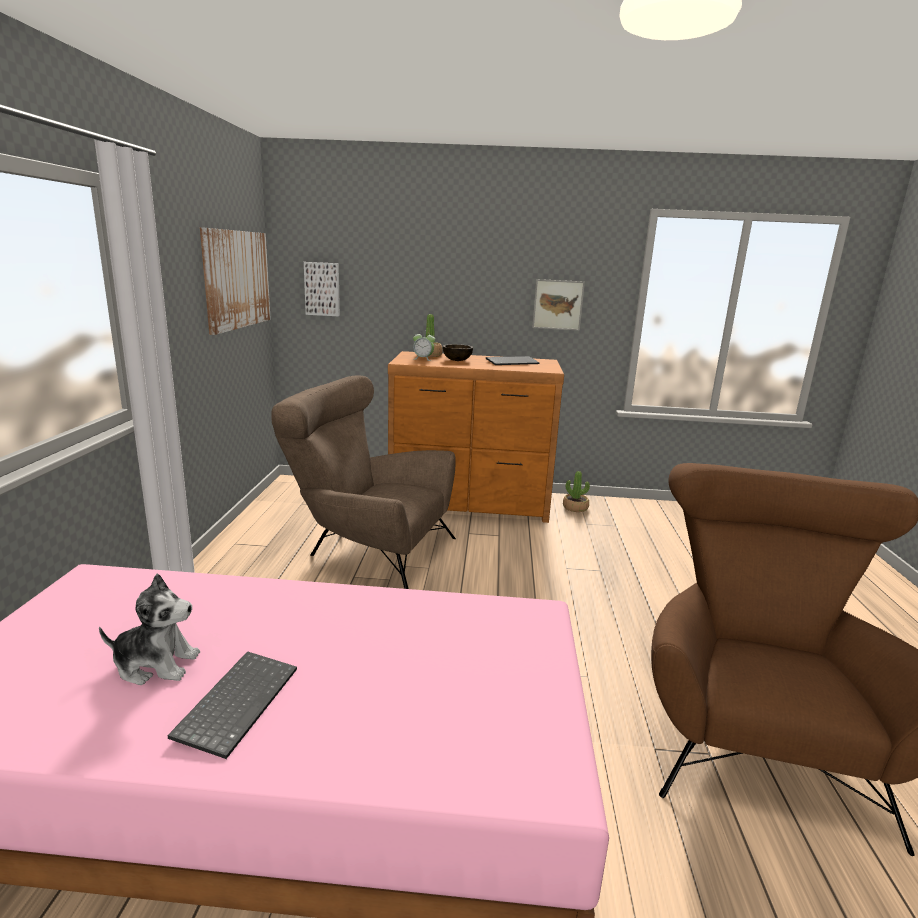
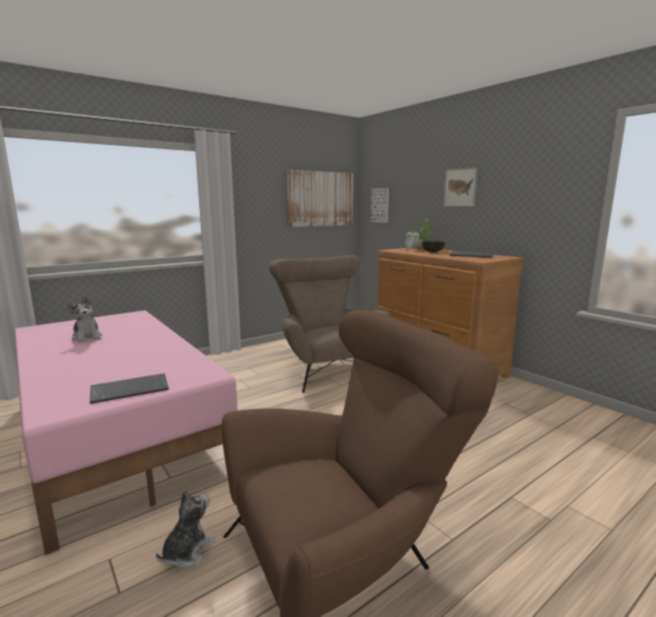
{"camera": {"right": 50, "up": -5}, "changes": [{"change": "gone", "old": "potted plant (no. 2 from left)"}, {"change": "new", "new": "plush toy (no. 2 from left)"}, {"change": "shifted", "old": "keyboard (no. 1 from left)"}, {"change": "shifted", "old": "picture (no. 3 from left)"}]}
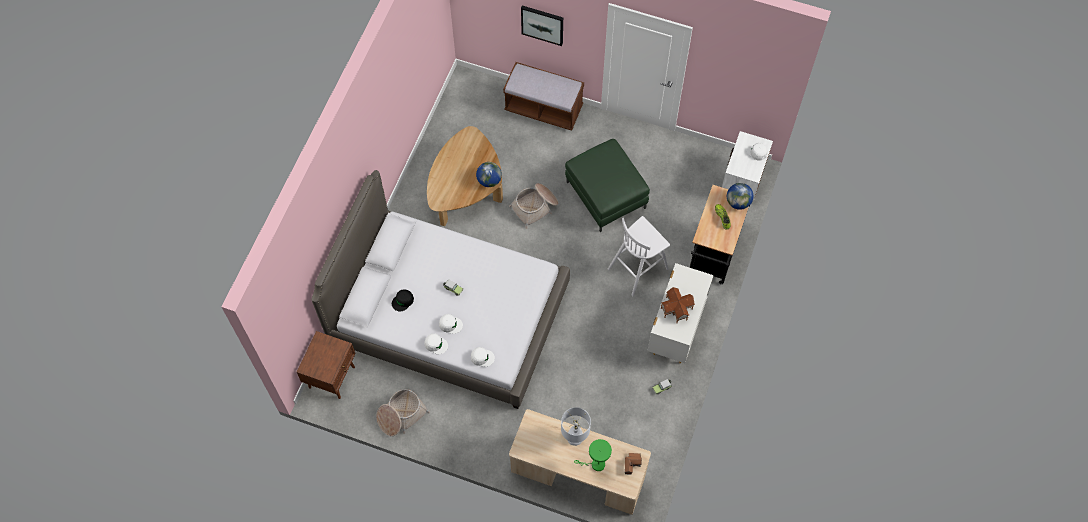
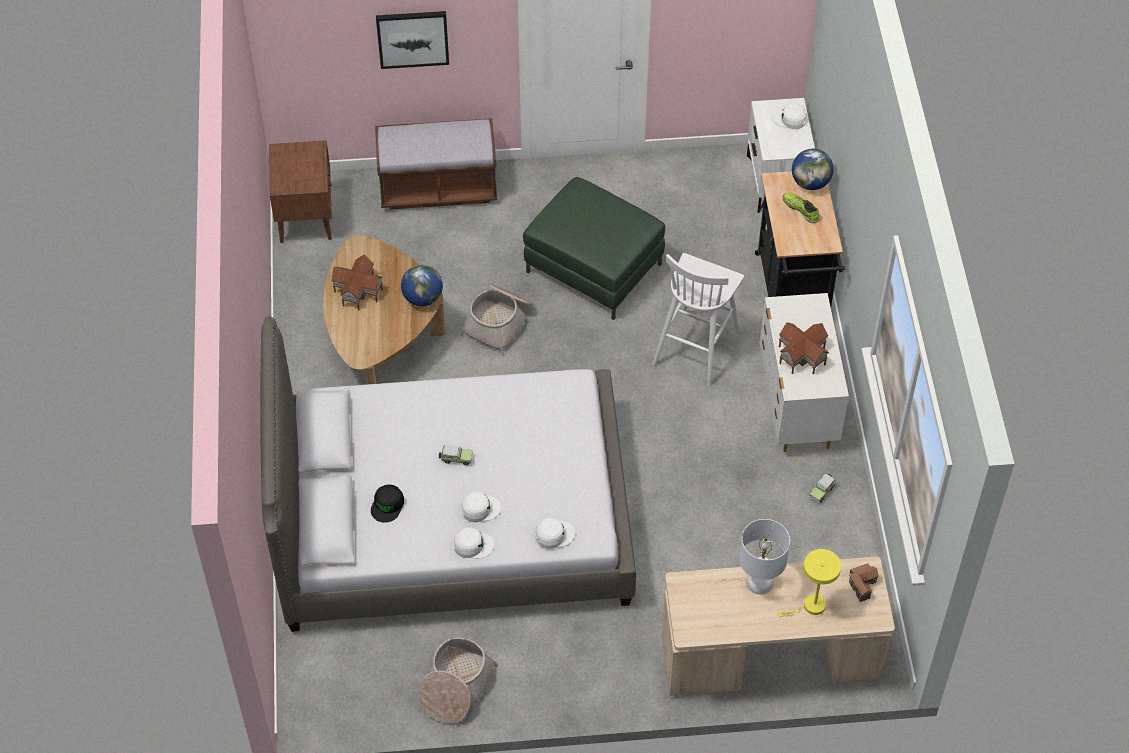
{"camera": {"right": -25, "up": -10}, "changes": [{"change": "new", "new": "toy house (no. 1 from left)"}, {"change": "shifted", "old": "brown nightstand"}, {"change": "repainted", "old": "green table lamp", "new": "yellow table lamp"}]}
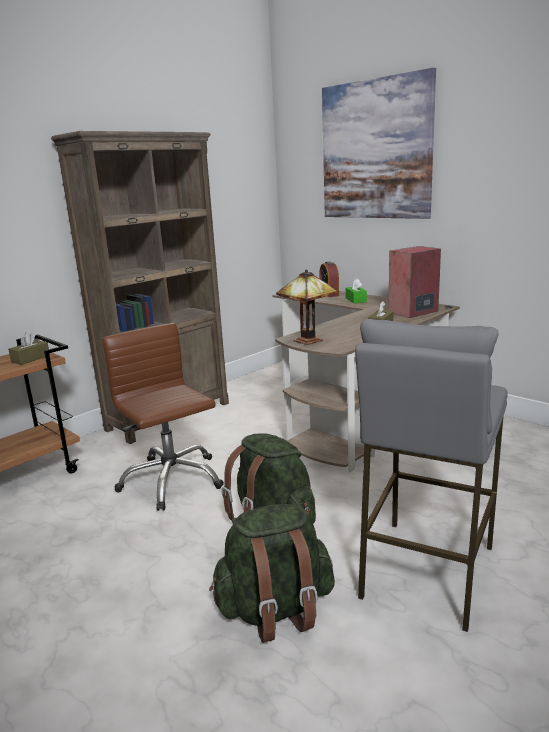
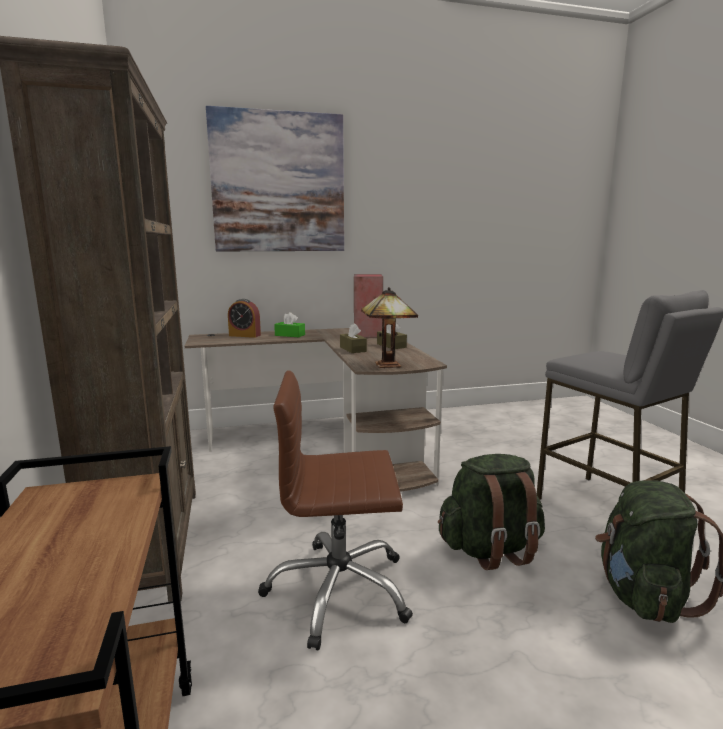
{"camera": {"right": -60, "up": -5}, "changes": [{"change": "shifted", "old": "brown tissue box (no. 1 from left)"}]}
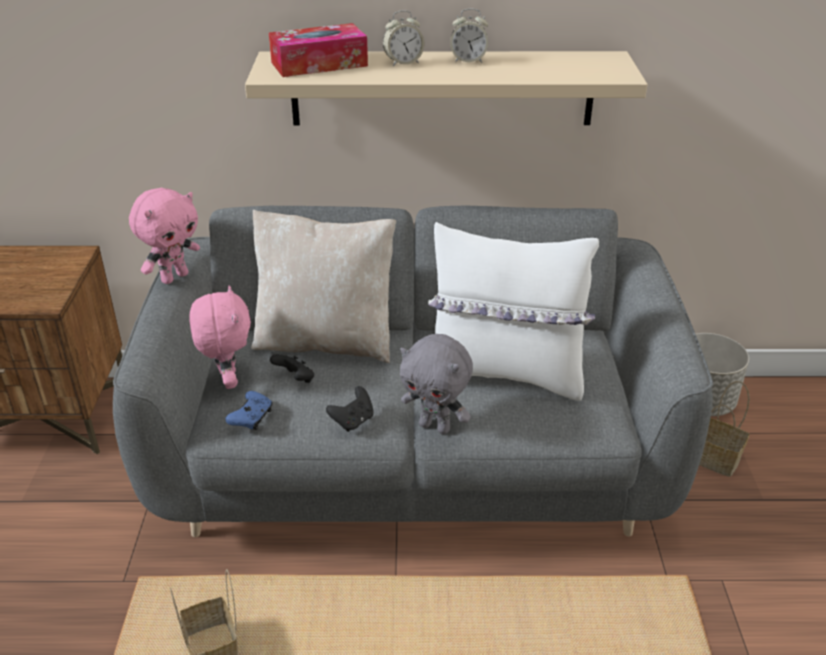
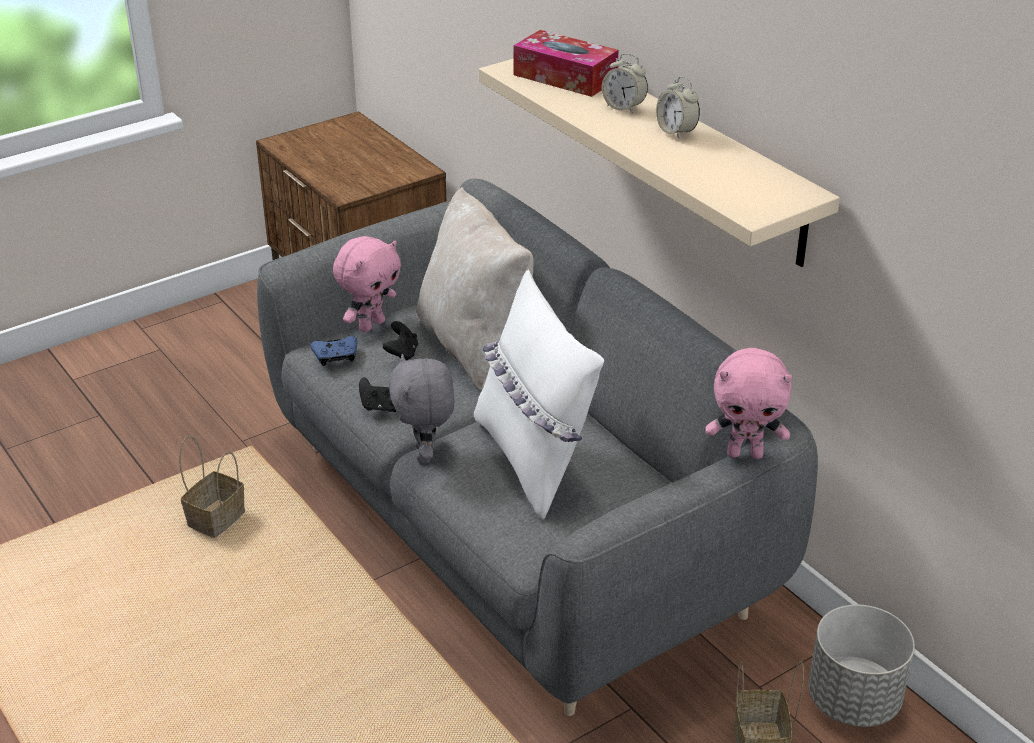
{"camera": {"right": 55, "up": 0}, "changes": [{"change": "shifted", "old": "pink plush toy (no. 1 from left in the first image)", "new": "pink plush toy (no. 2 from left)"}]}
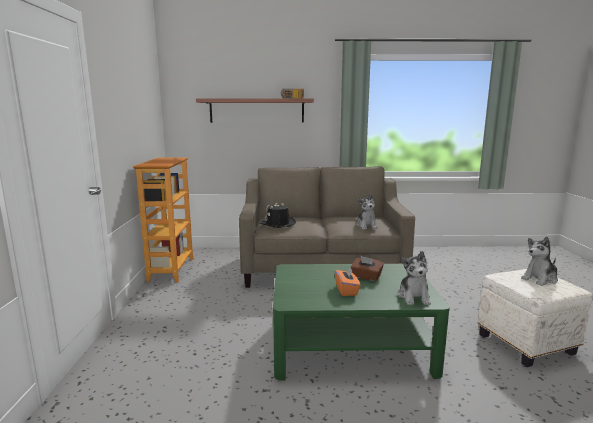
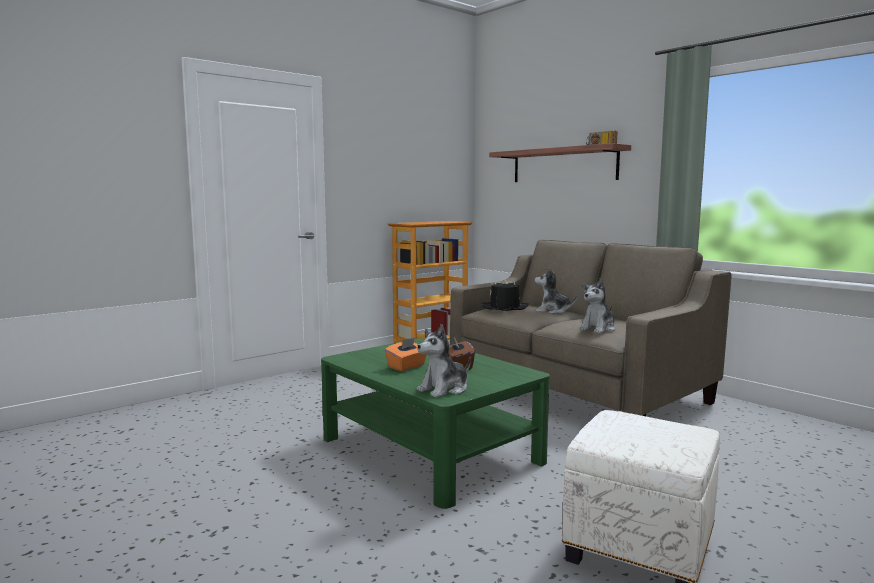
{"camera": {"right": 50, "up": -5}, "changes": [{"change": "shifted", "old": "plush toy (no. 3 from left in the first image)", "new": "plush toy (no. 2 from left)"}]}
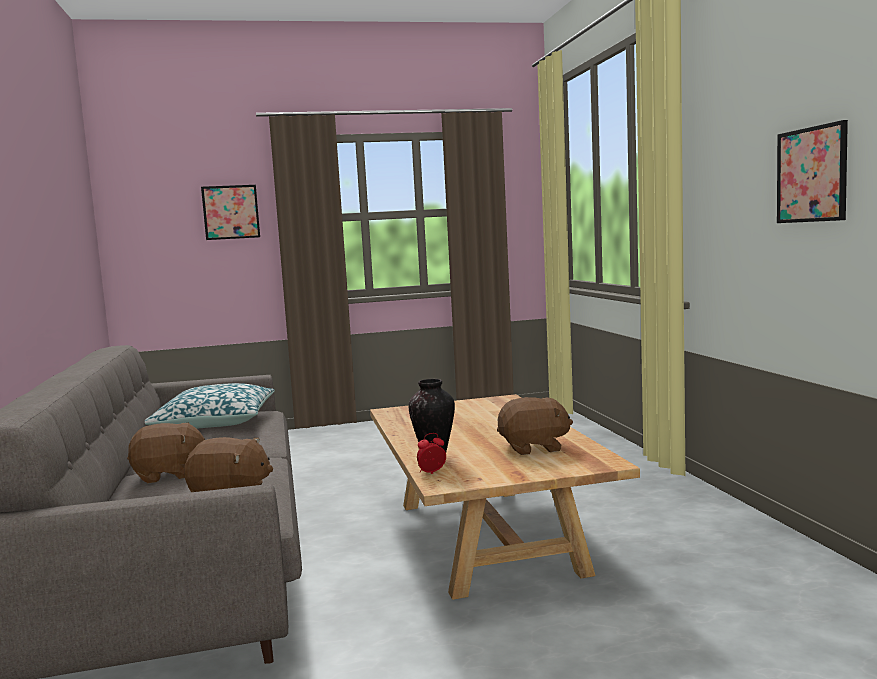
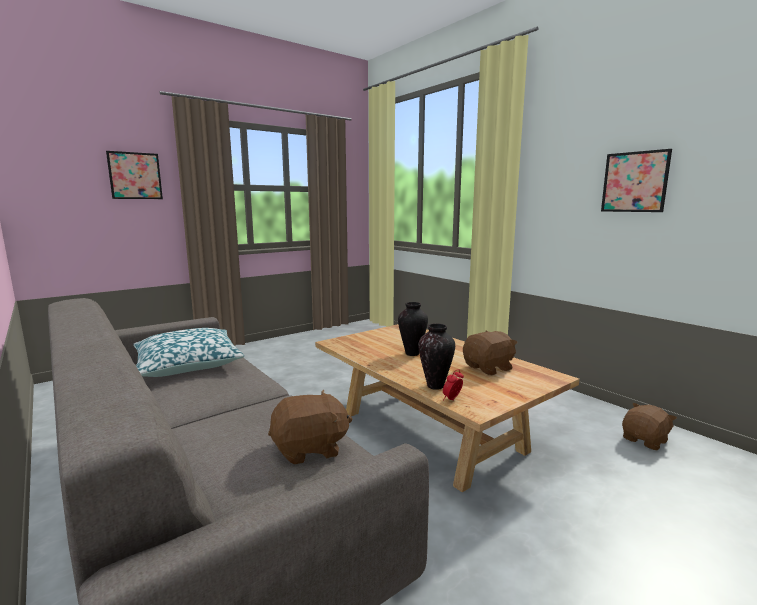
{"camera": {"right": -25, "up": 5}, "changes": [{"change": "new", "new": "vase (no. 1 from left)"}, {"change": "shifted", "old": "brown plush toy (no. 1 from left in the first image)", "new": "brown plush toy (no. 3 from left)"}]}
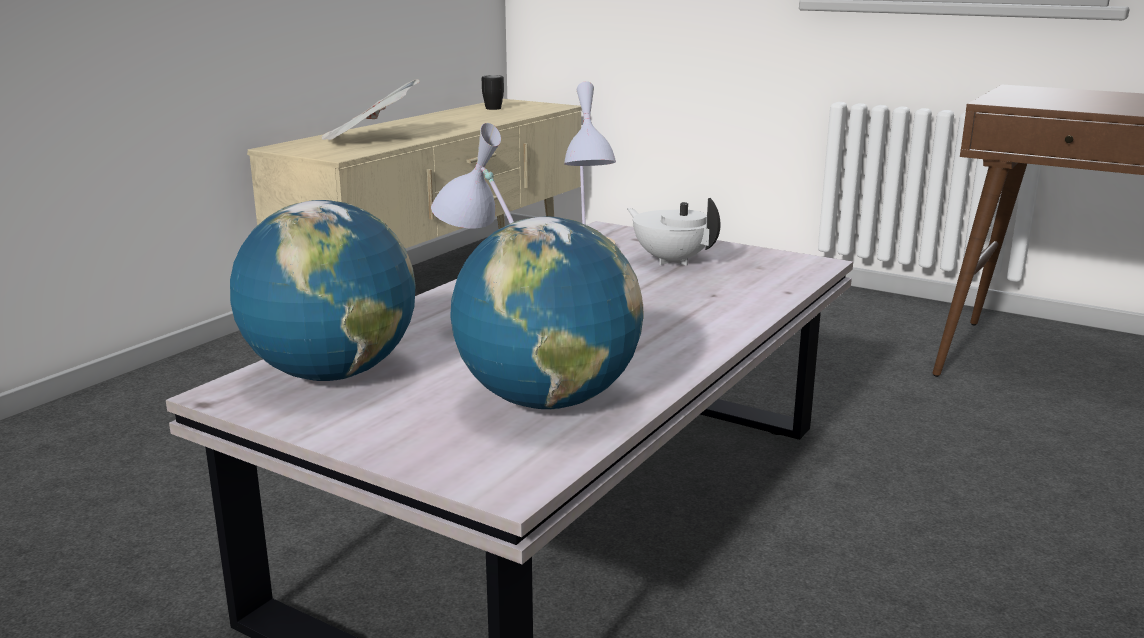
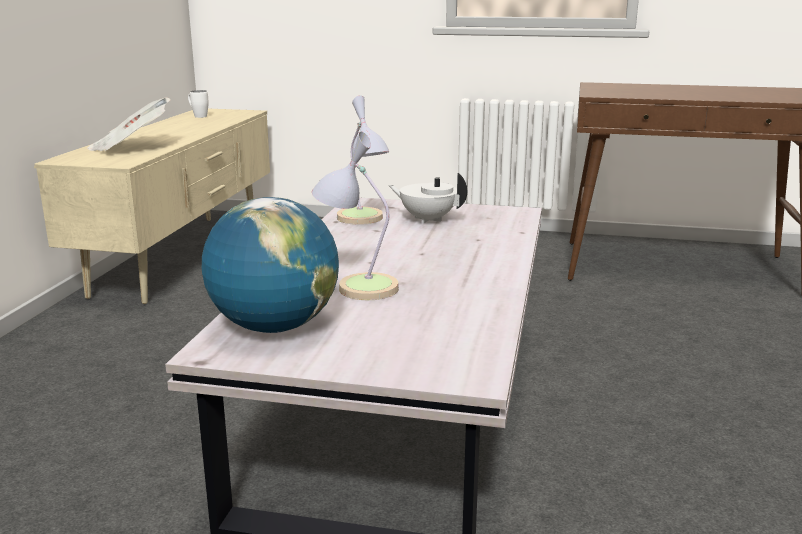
{"camera": {"right": -20, "up": 0}, "changes": [{"change": "gone", "old": "globe (no. 2 from left)"}, {"change": "repainted", "old": "black mug", "new": "white mug"}]}
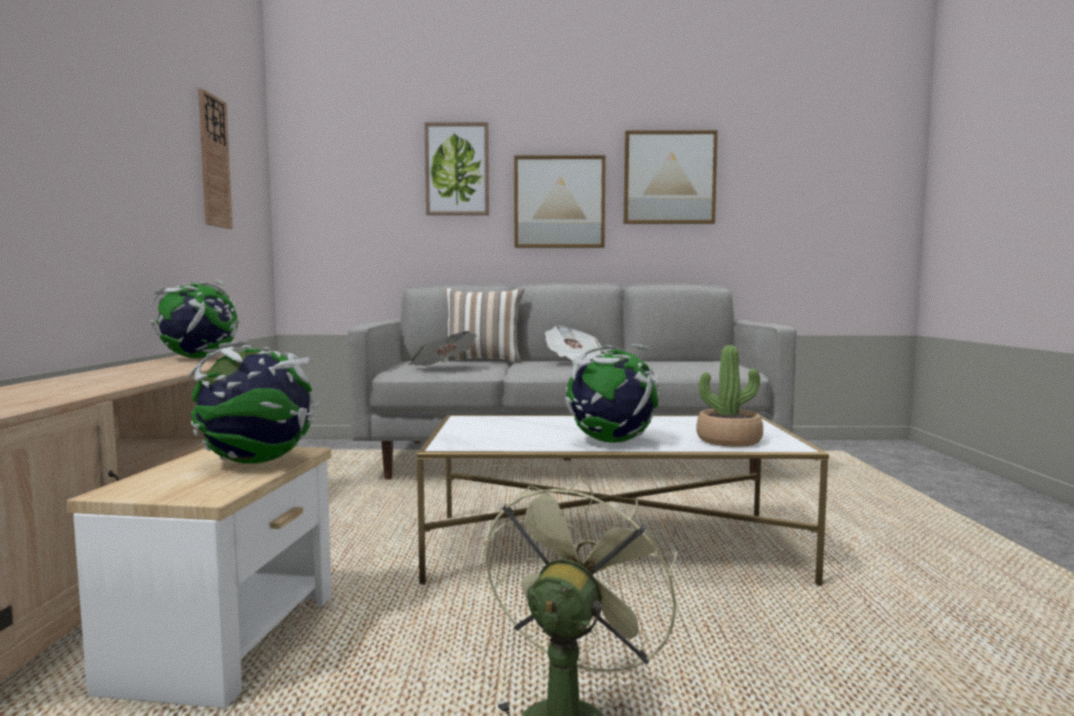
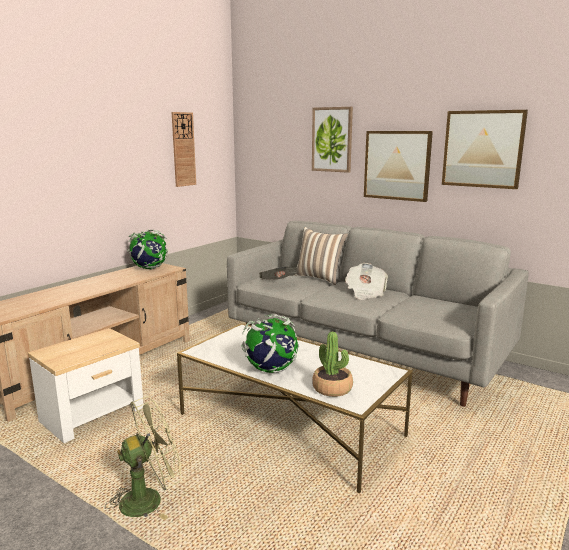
{"camera": {"right": 35, "up": 10}, "changes": [{"change": "gone", "old": "globe (no. 2 from left)"}]}
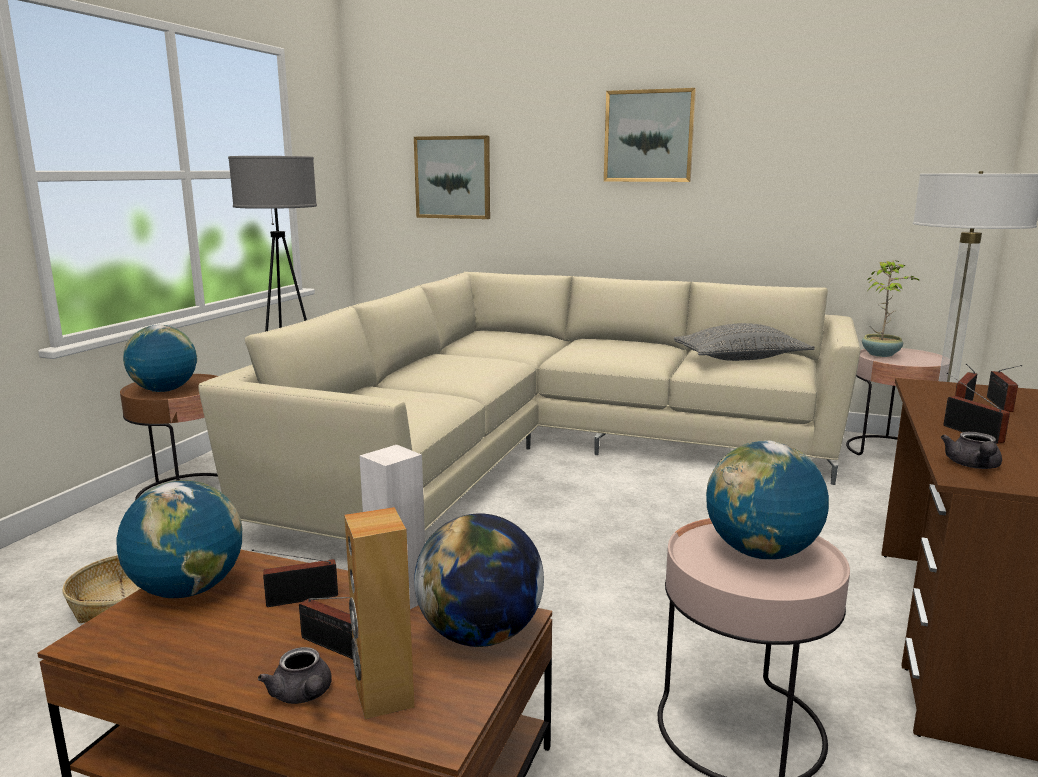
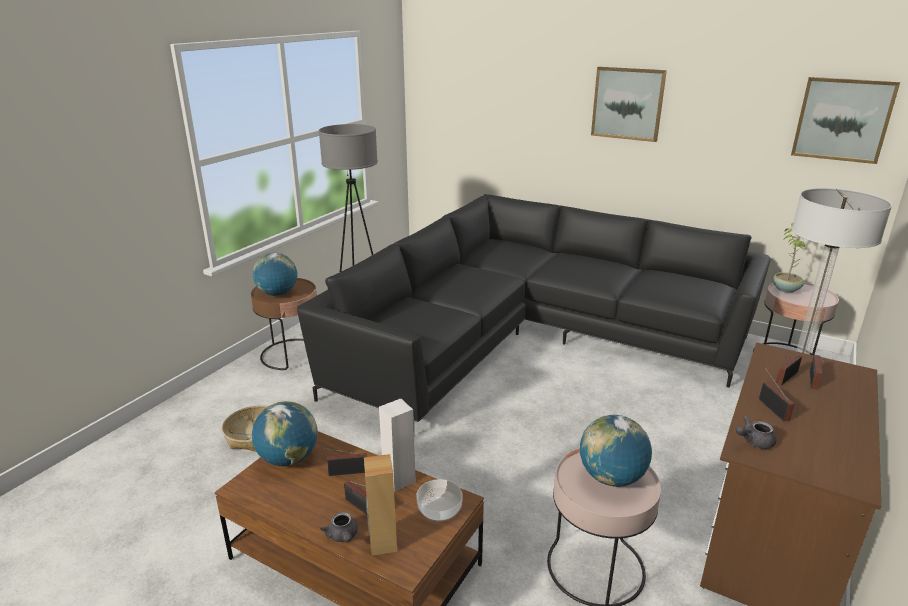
{"camera": {"right": 10, "up": 10}, "changes": [{"change": "gone", "old": "grey pillow"}, {"change": "shifted", "old": "picture (no. 1 from left in the first image)", "new": "picture (no. 2 from left)"}, {"change": "swapped", "old": "globe (no. 3 from left)", "new": "bowl"}, {"change": "repainted", "old": "beige sofa", "new": "black sofa"}, {"change": "rotated", "old": "grey teapot (no. 2 from left)", "degrees": 45}]}
